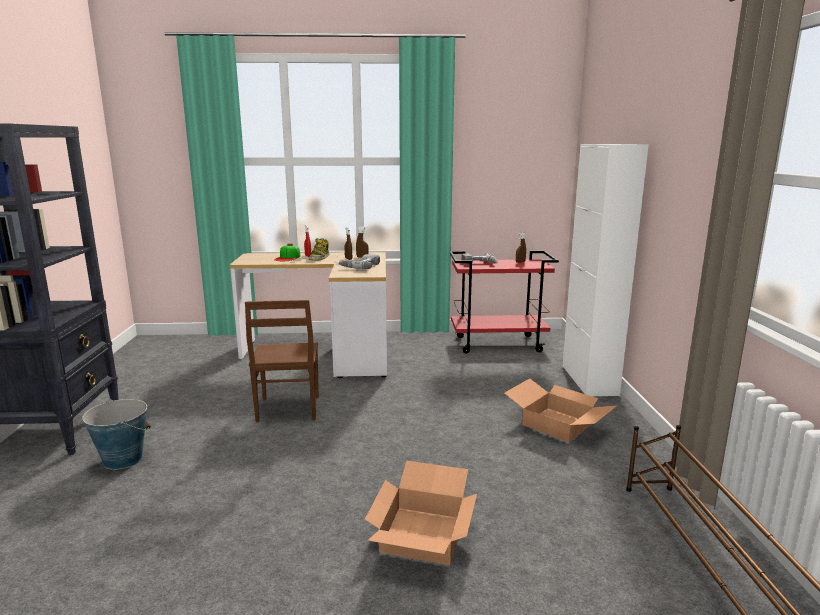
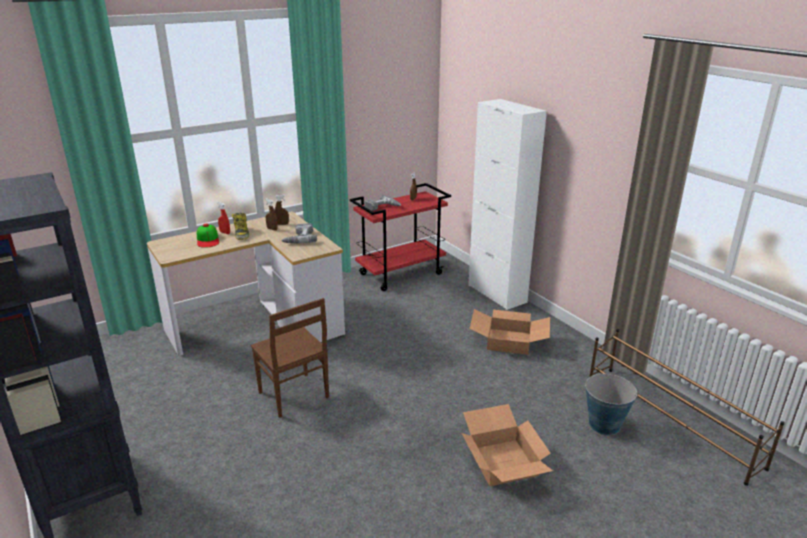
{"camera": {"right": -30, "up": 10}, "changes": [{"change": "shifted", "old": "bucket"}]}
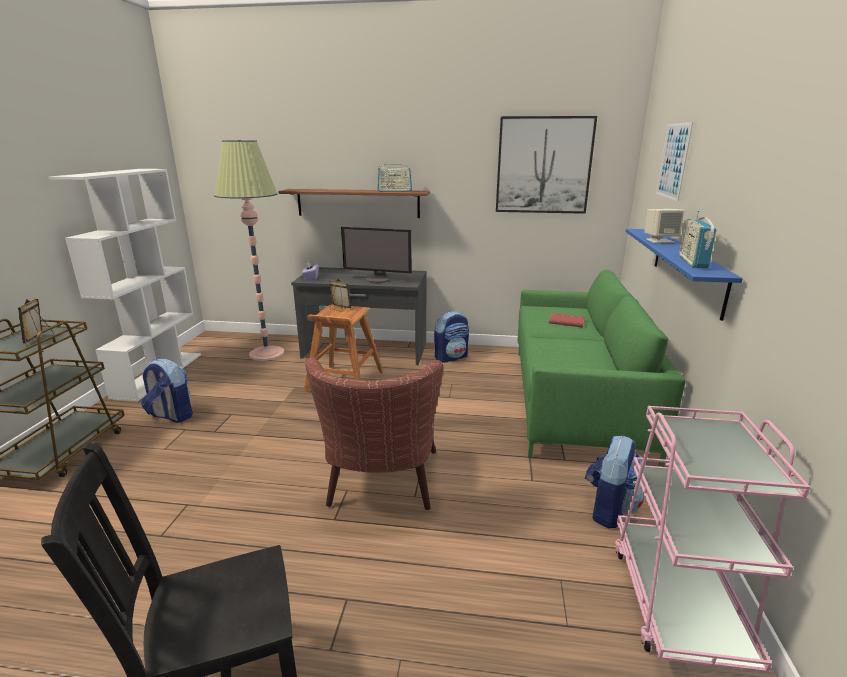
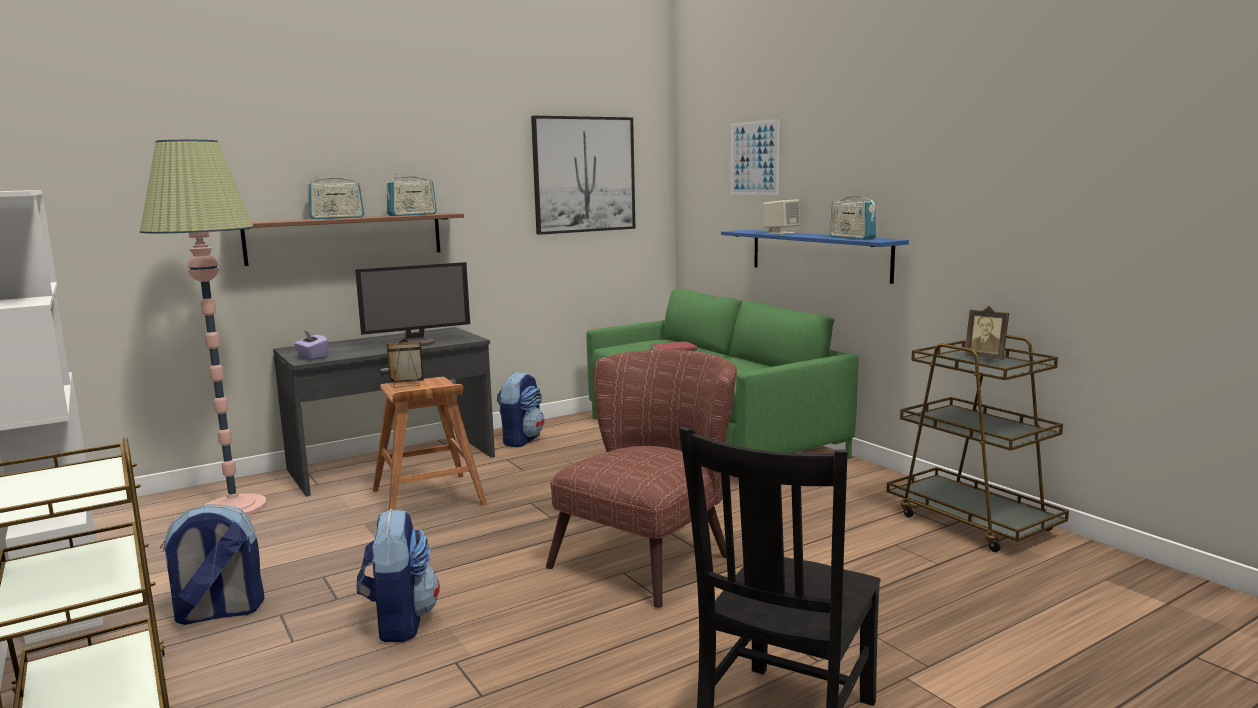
{"camera": {"right": -40, "up": -10}, "changes": [{"change": "new", "new": "radio (no. 1 from left)"}, {"change": "shifted", "old": "picture frame (no. 1 from left in the first image)", "new": "picture frame (no. 2 from left)"}, {"change": "shifted", "old": "backpack (no. 3 from left in the first image)", "new": "backpack (no. 2 from left)"}, {"change": "repainted", "old": "pink cart", "new": "brown cart (no. 2 from left)"}, {"change": "rotated", "old": "brown armchair", "degrees": -105}]}
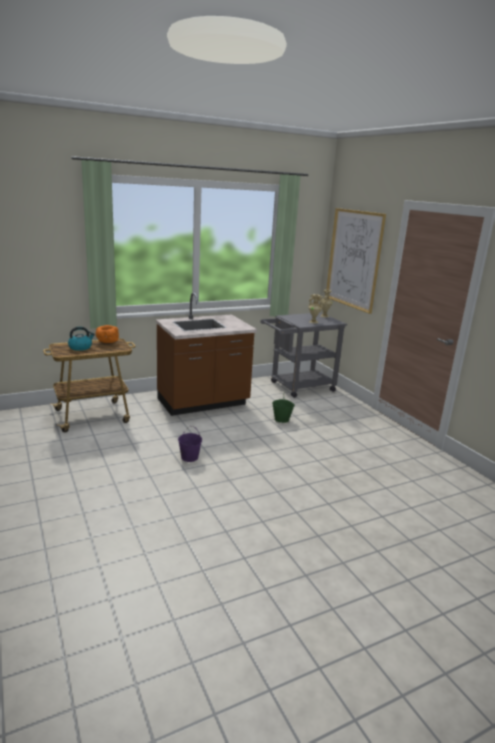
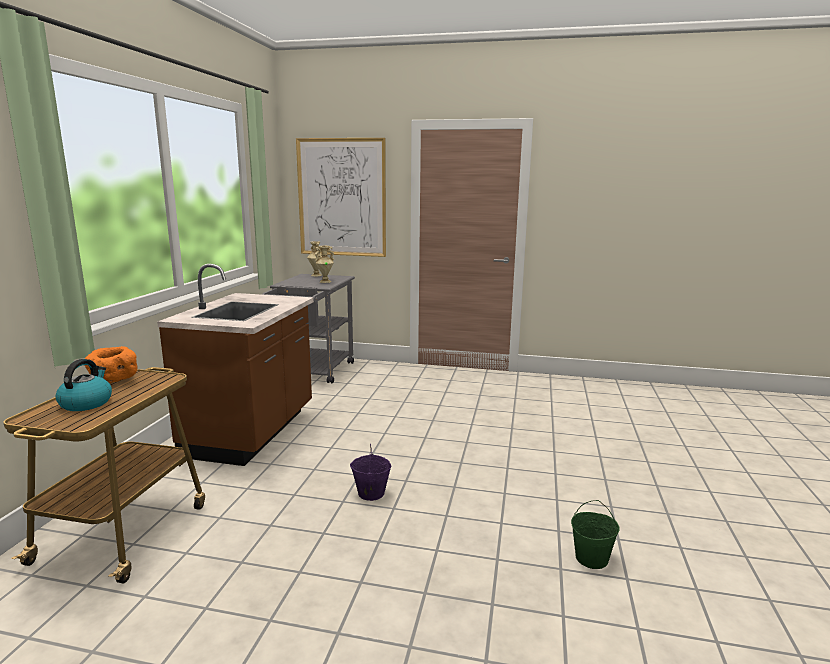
{"camera": {"right": -50, "up": -5}, "changes": [{"change": "shifted", "old": "green bucket"}]}
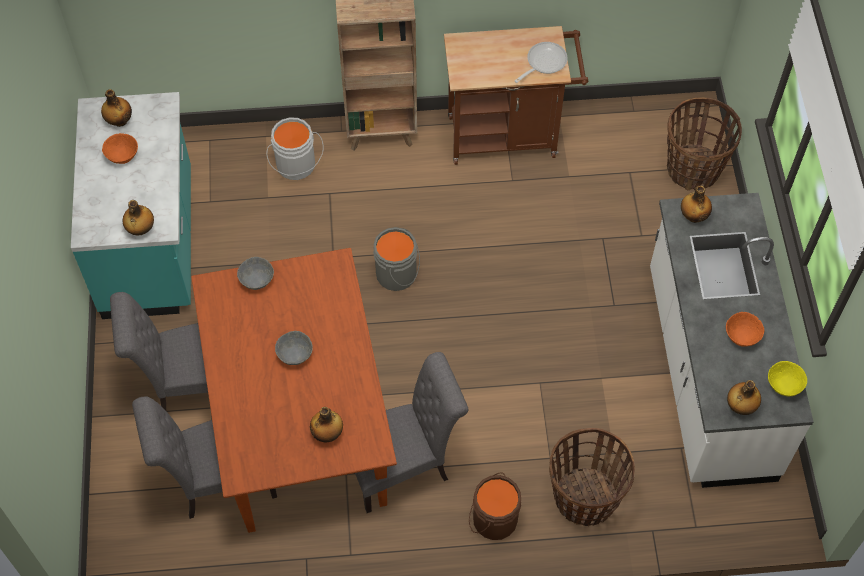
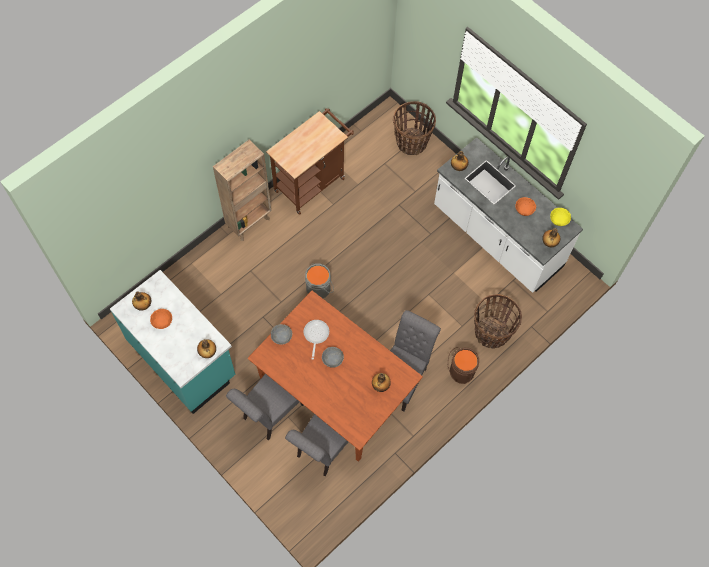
{"camera": {"right": -40, "up": 5}, "changes": [{"change": "gone", "old": "grey bucket (no. 1 from left)"}, {"change": "shifted", "old": "frying pan"}]}
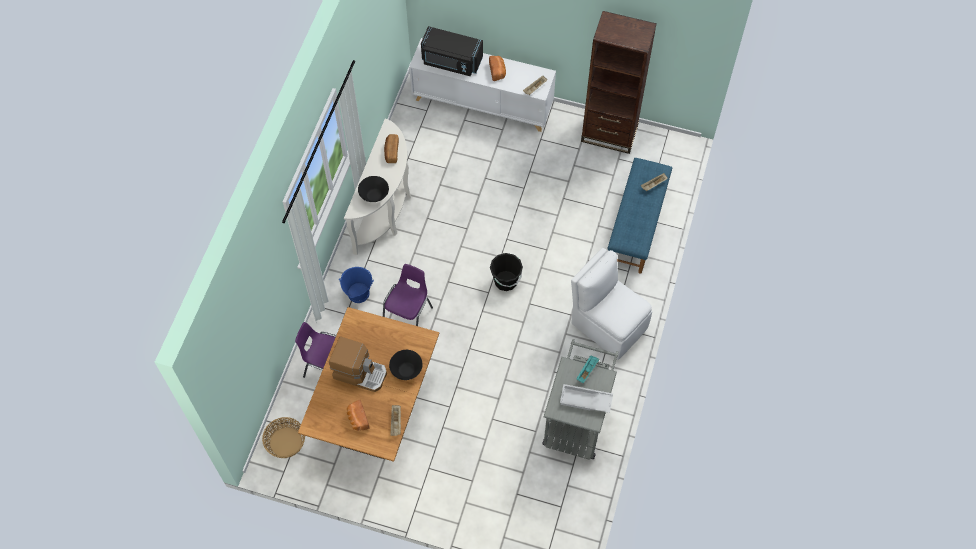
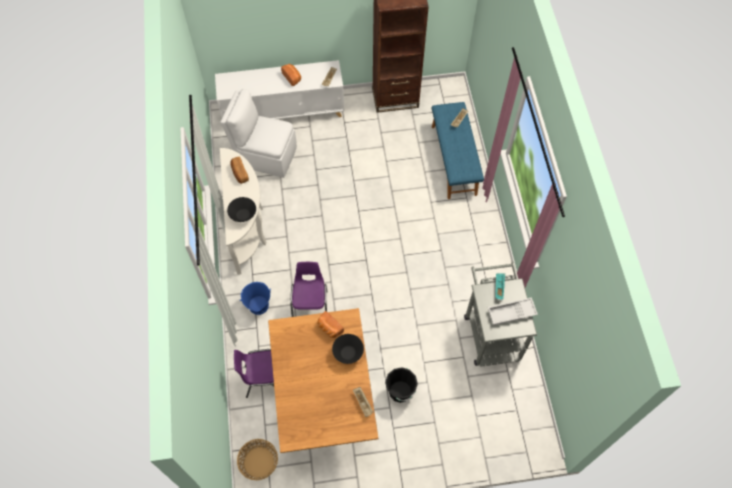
{"camera": {"right": -25, "up": 0}, "changes": [{"change": "gone", "old": "coffee machine"}, {"change": "gone", "old": "black microwave"}, {"change": "shifted", "old": "bread (no. 1 from left in the first image)", "new": "bread (no. 3 from left)"}, {"change": "shifted", "old": "black bucket"}, {"change": "shifted", "old": "white chair"}]}
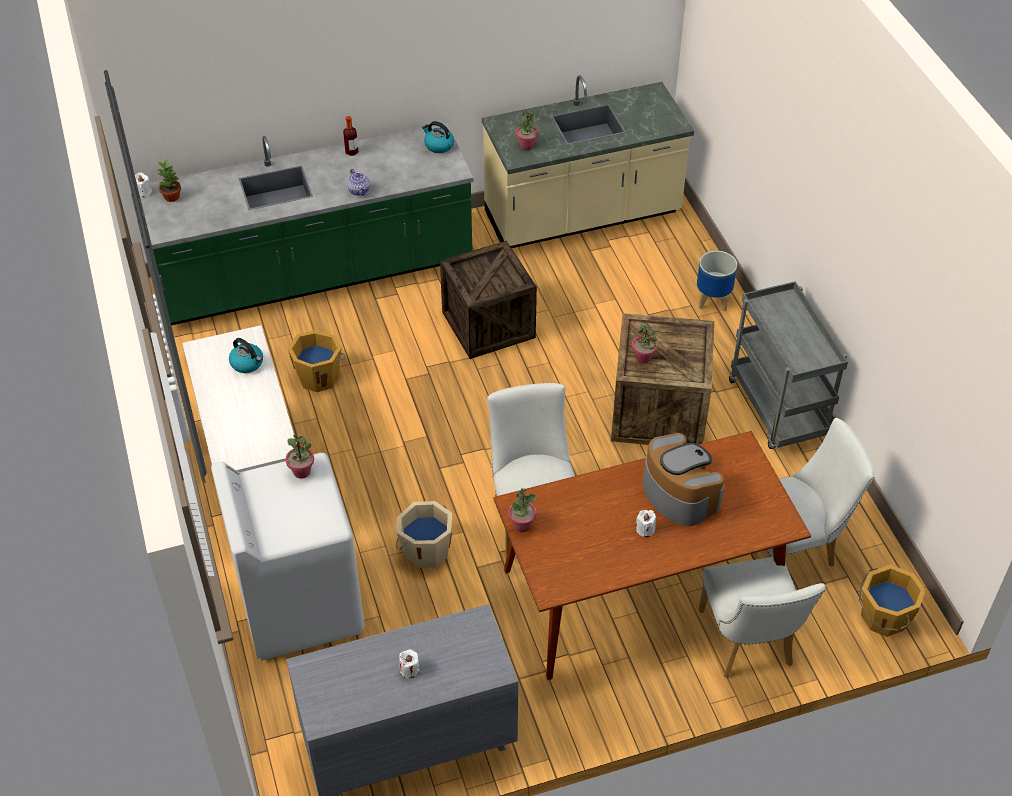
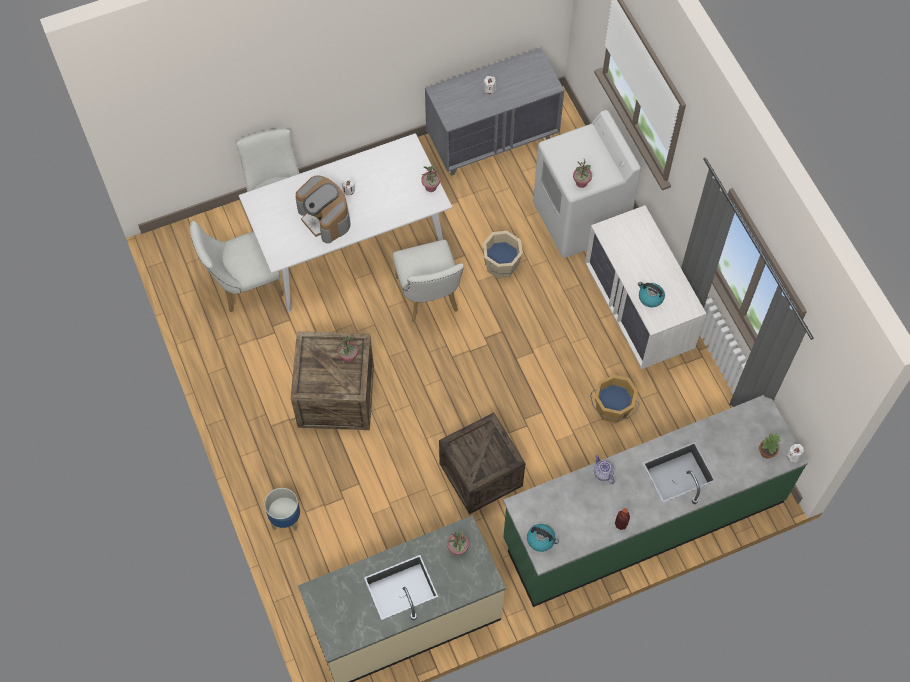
{"camera": {"right": 175, "up": 15}, "changes": [{"change": "gone", "old": "grey cart"}, {"change": "gone", "old": "orange bucket (no. 2 from left)"}, {"change": "repainted", "old": "brown dining table", "new": "white dining table"}]}
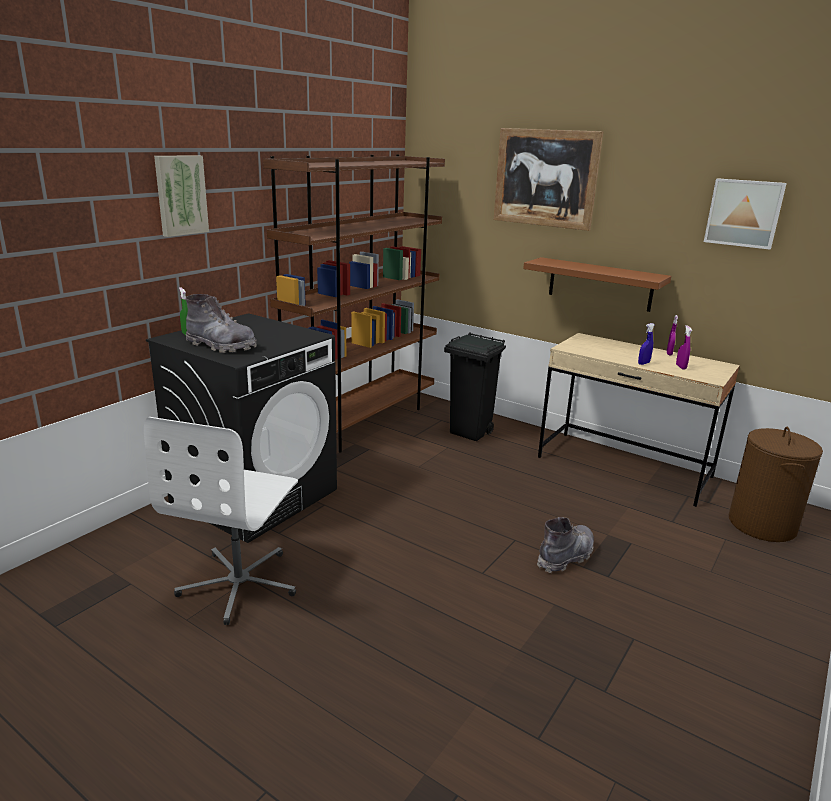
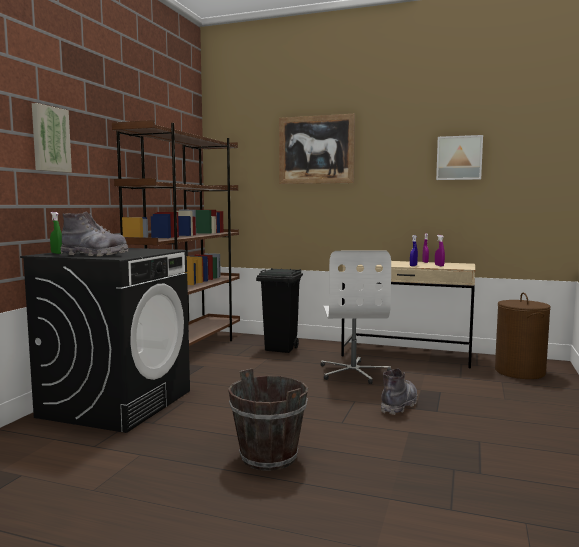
{"camera": {"right": -15, "up": -15}, "changes": [{"change": "gone", "old": "brown shelf"}, {"change": "new", "new": "brown bucket"}, {"change": "shifted", "old": "white office chair"}]}
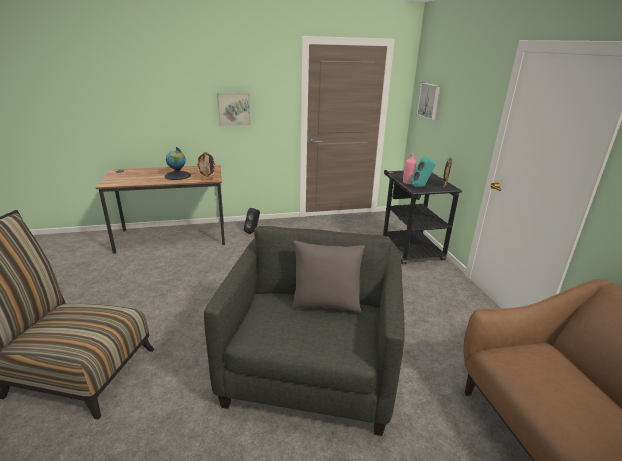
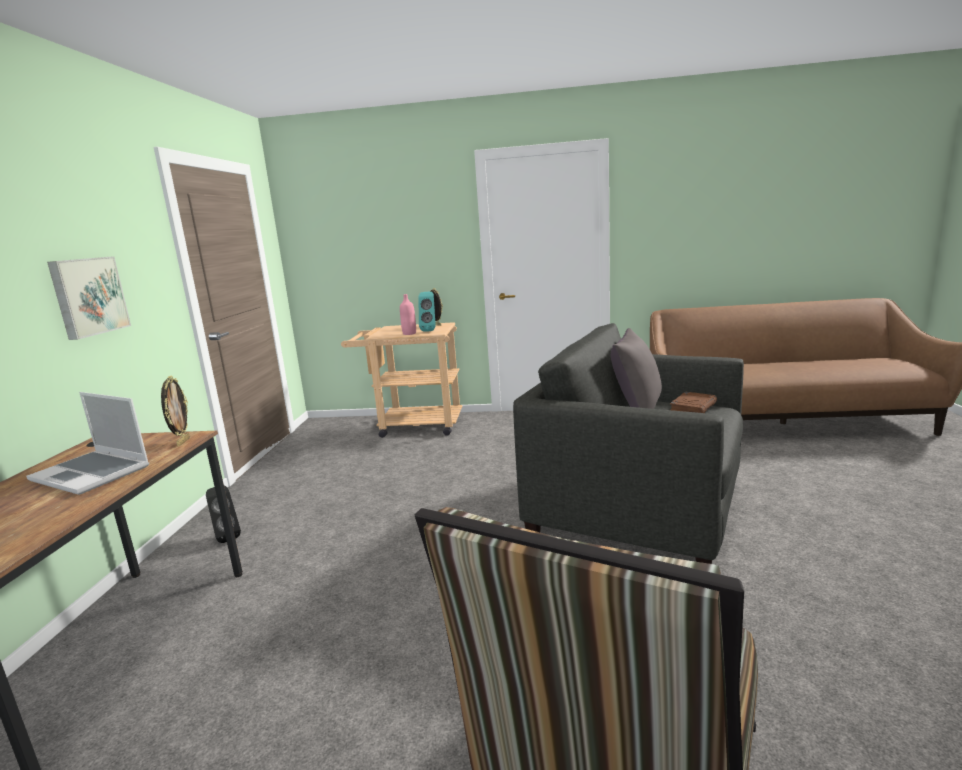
{"camera": {"right": -70, "up": -10}, "changes": [{"change": "gone", "old": "picture (no. 2 from left)"}, {"change": "new", "new": "brown book"}, {"change": "swapped", "old": "globe", "new": "laptop"}, {"change": "repainted", "old": "black cart", "new": "beige cart"}]}
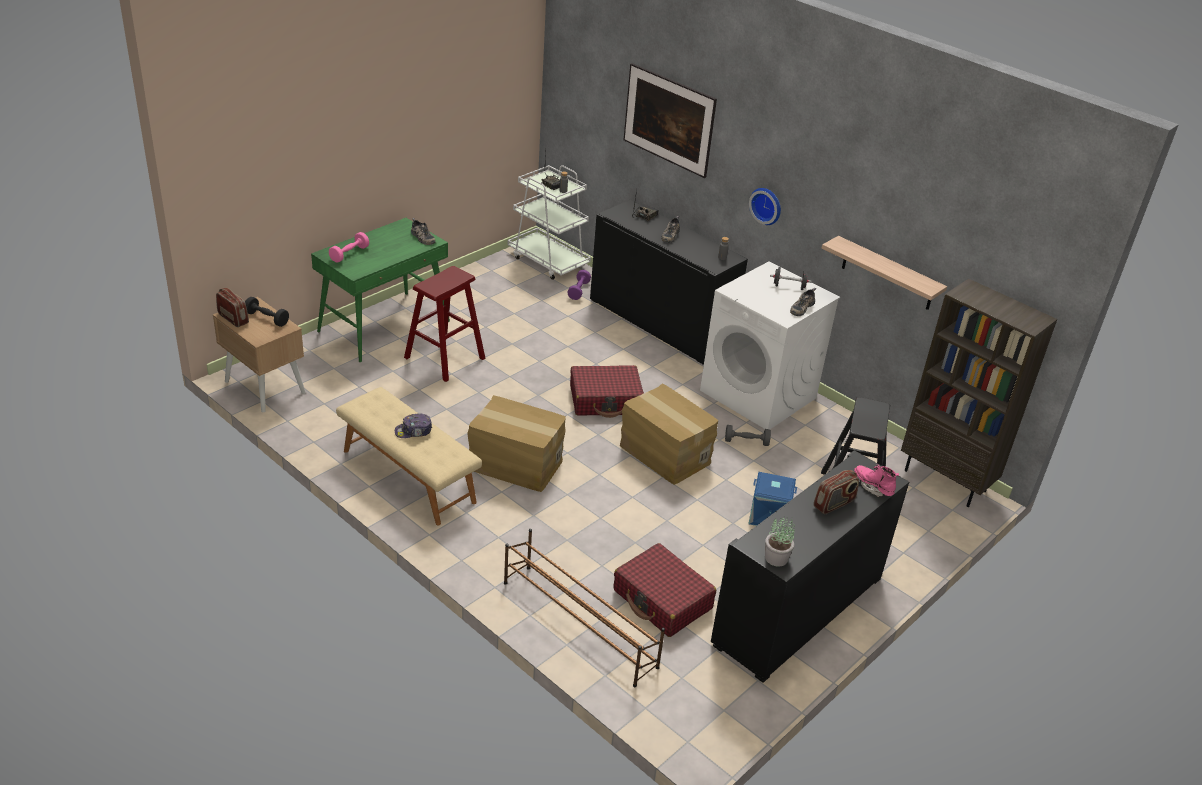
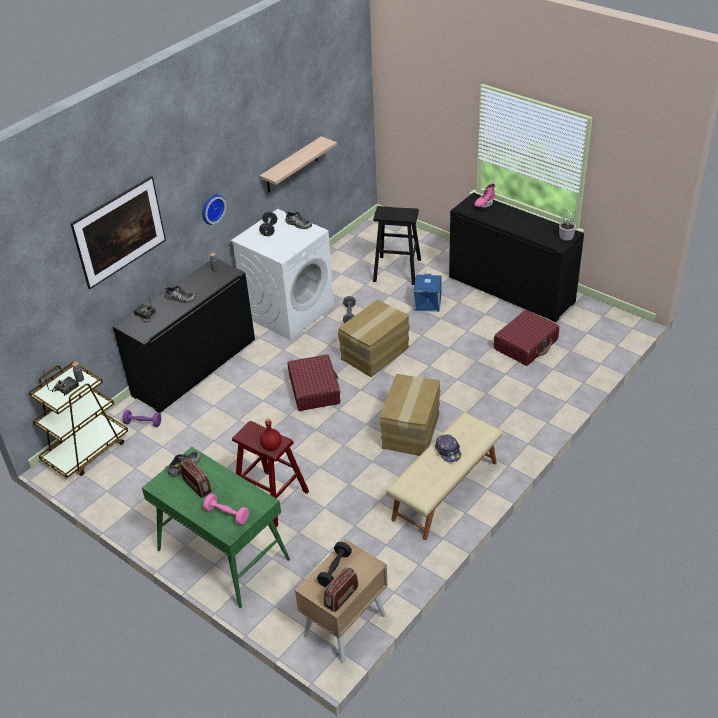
{"camera": {"right": -90, "up": 5}, "changes": [{"change": "gone", "old": "brown shoe rack"}, {"change": "gone", "old": "brown bookcase"}, {"change": "new", "new": "red bottle"}, {"change": "shifted", "old": "radio (no. 4 from left in the first image)", "new": "radio (no. 3 from left)"}, {"change": "repainted", "old": "white cart", "new": "brown cart"}]}
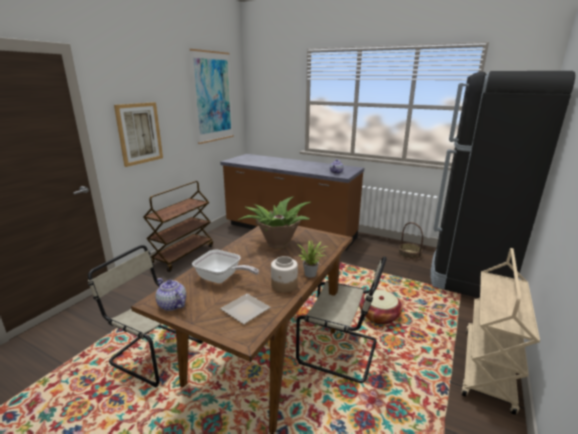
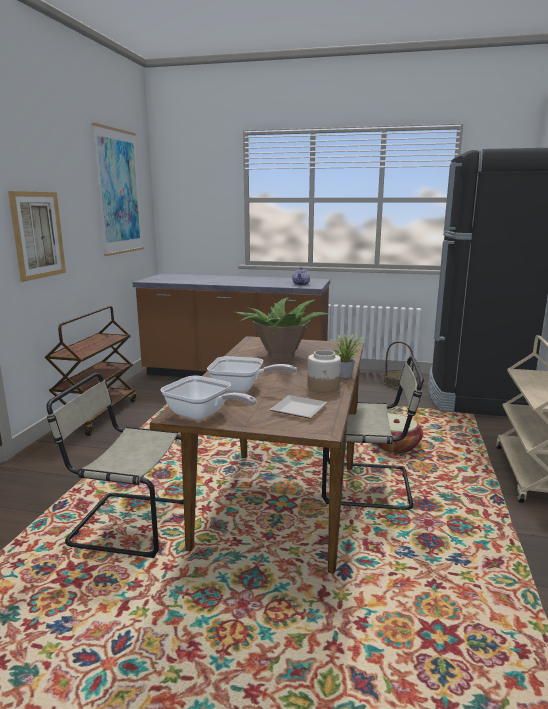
{"camera": {"right": -15, "up": -5}, "changes": [{"change": "swapped", "old": "teapot (no. 1 from left)", "new": "frying pan (no. 1 from left)"}]}
